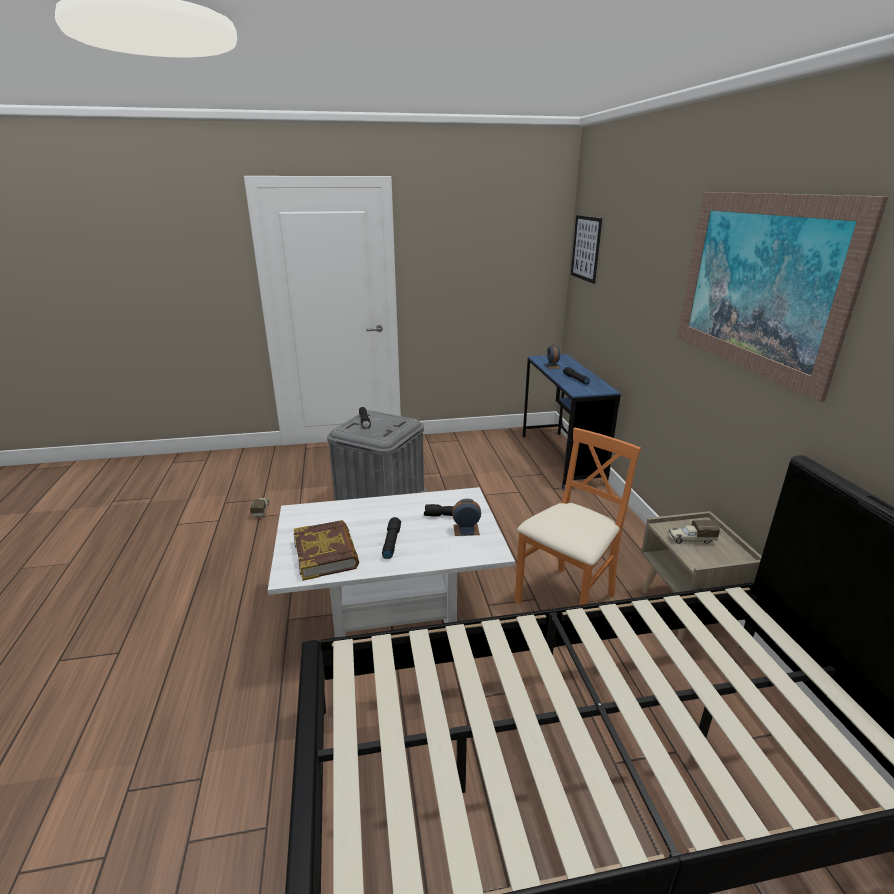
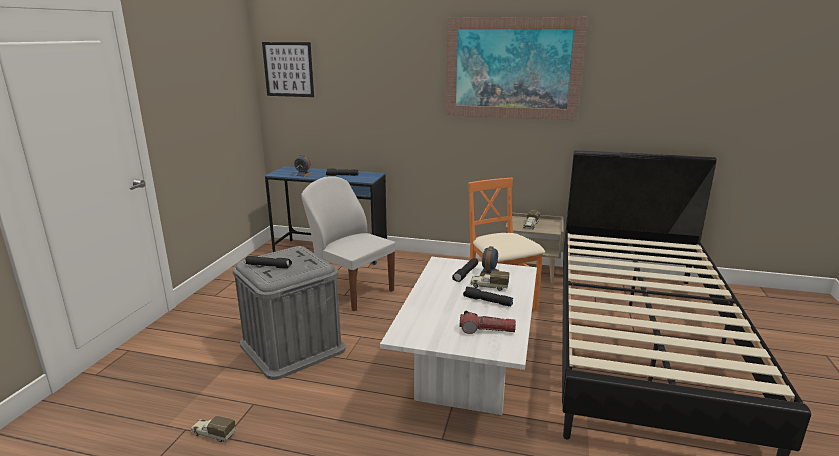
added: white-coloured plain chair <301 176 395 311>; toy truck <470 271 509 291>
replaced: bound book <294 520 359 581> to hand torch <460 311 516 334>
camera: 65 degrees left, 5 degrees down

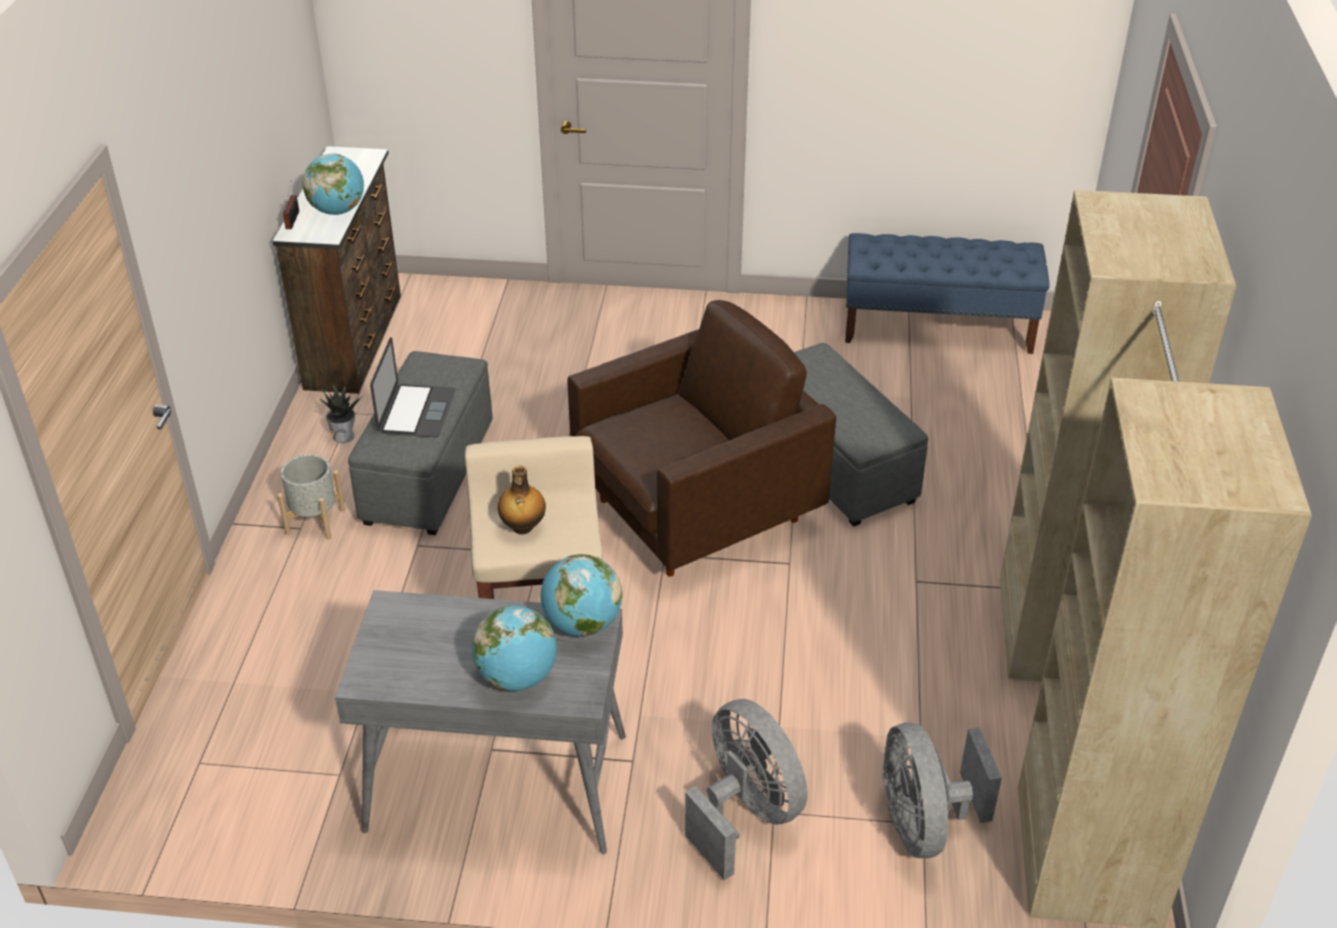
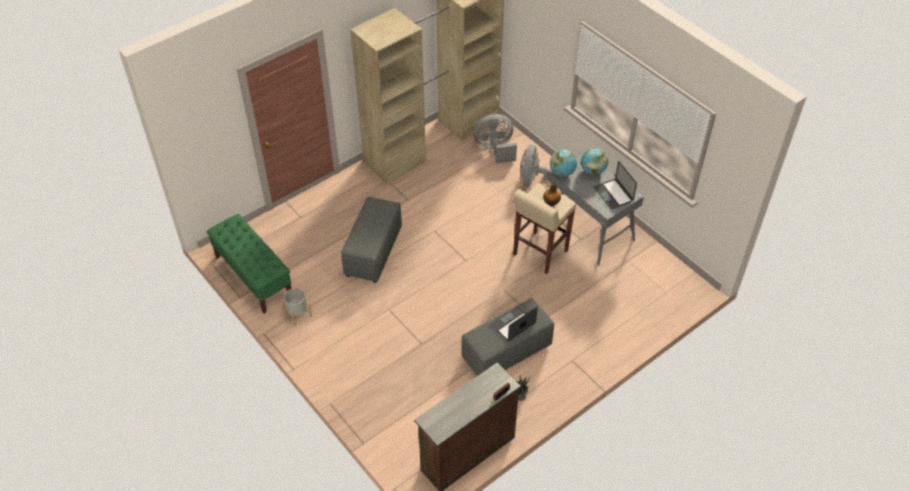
removed: globe <302 154 364 215>; brown lounge chair <568 300 836 577>
added: portable computer <594 161 637 210>
moved: greyish plant pot <277 454 345 540> to <281 288 312 326>
recoloured: blue indoor bench <845 233 1050 354> to greenish indoor bench <206 214 292 314>
turned: greyish fan <882 722 1002 858> = <473 114 517 163> 135 degrees counterclockwise
camera: 135 degrees left, 10 degrees up

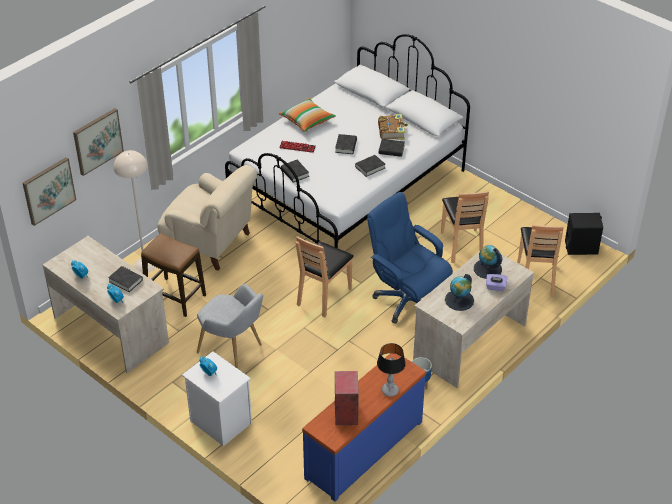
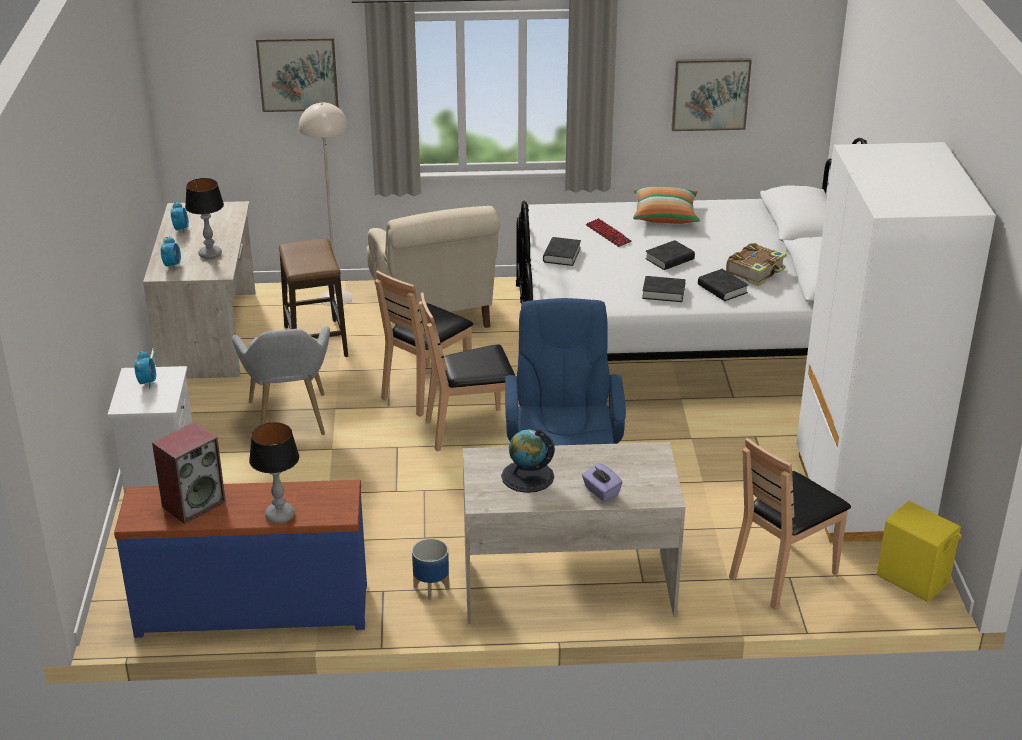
removed: globe <474 245 502 279>
added: white-coloured clothes cupboard <796 142 996 542>
moved: wall picture <23 157 76 226> to <671 58 752 131>; brown plain chair <441 191 489 263> to <375 270 473 417>
replaced: blackish bound book <108 266 143 292> to lamp for a table <185 178 224 259>
recoloured: blackish loudspeaker <565 213 603 255> to yellowish loudspeaker <877 501 962 602>
camera: 45 degrees right, 10 degrees down

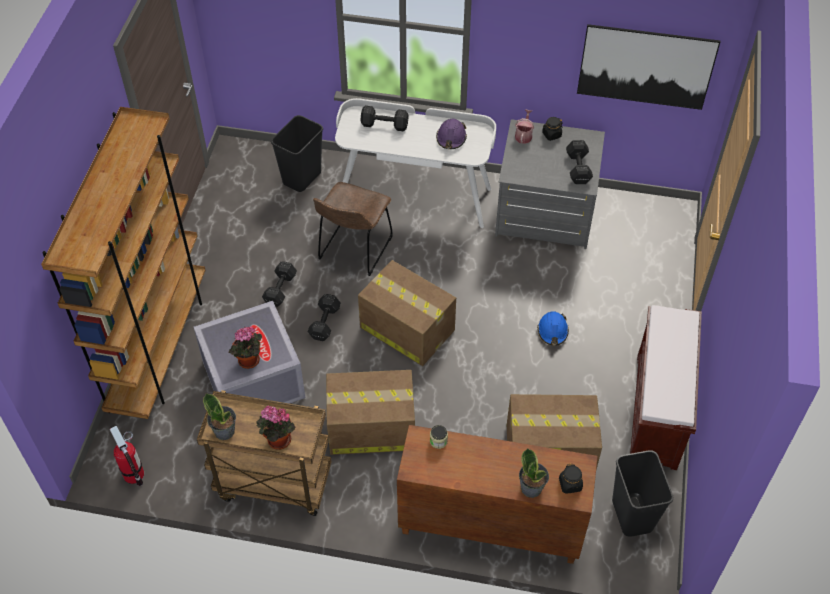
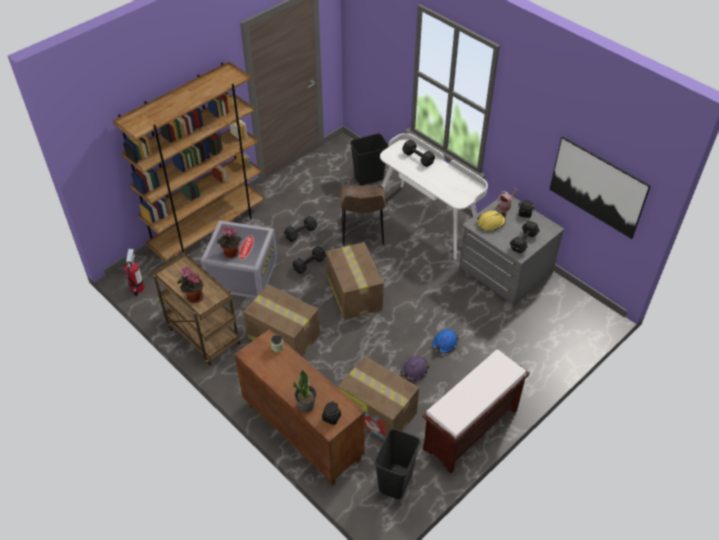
removed: potted plant <203 393 236 440>
added: yellowish safety helmet <477 211 507 231>
moved: purple-coloured safety helmet <436 118 467 149> to <401 356 430 381>
turned: brown plain chair <313 182 393 276> = <341 185 386 246> 60 degrees counterclockwise
camera: 35 degrees right, 5 degrees down

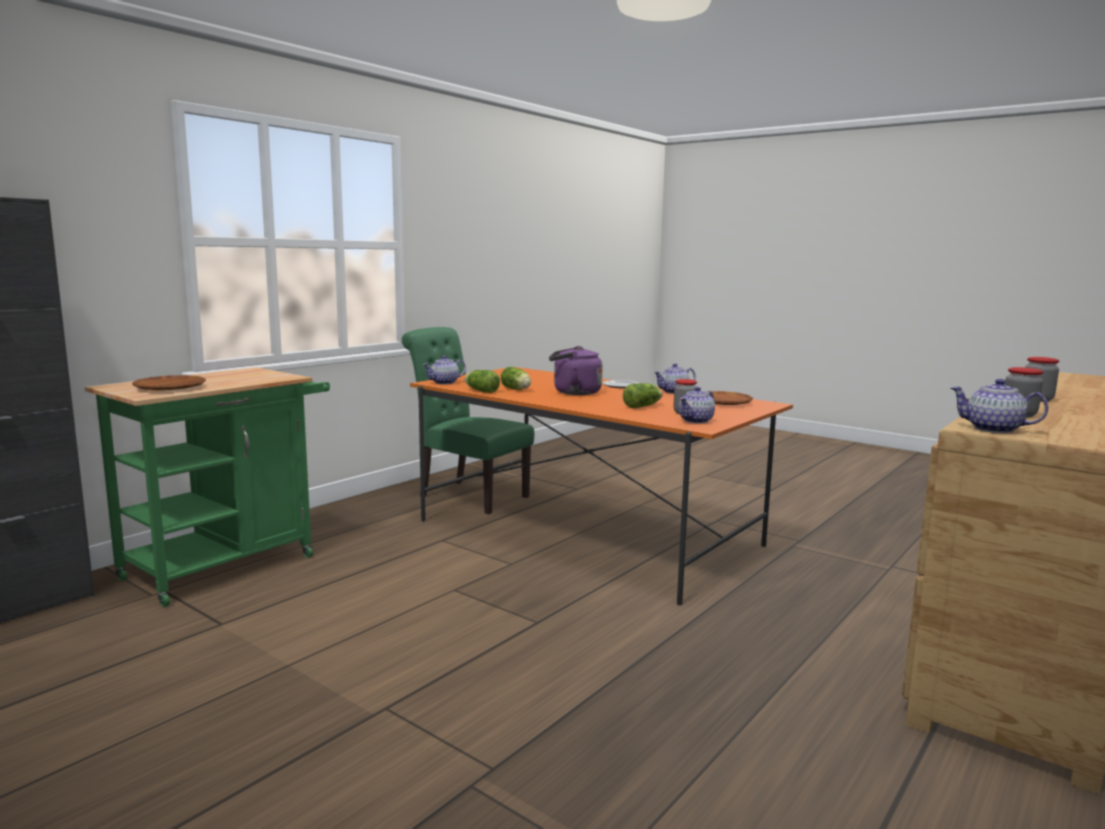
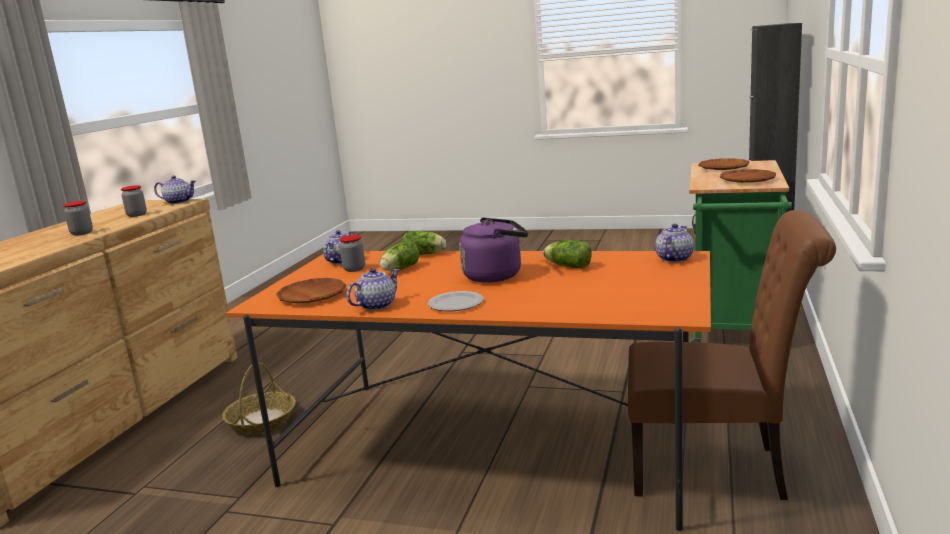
added: brown plate <720 169 776 183>; storage basket <222 362 296 434>
moved: lettuce <465 370 500 393> to <403 231 446 255>
recoloured: greenish plain chair <402 327 534 514> to brown plain chair <628 210 836 500>
camera: 160 degrees right, 5 degrees up

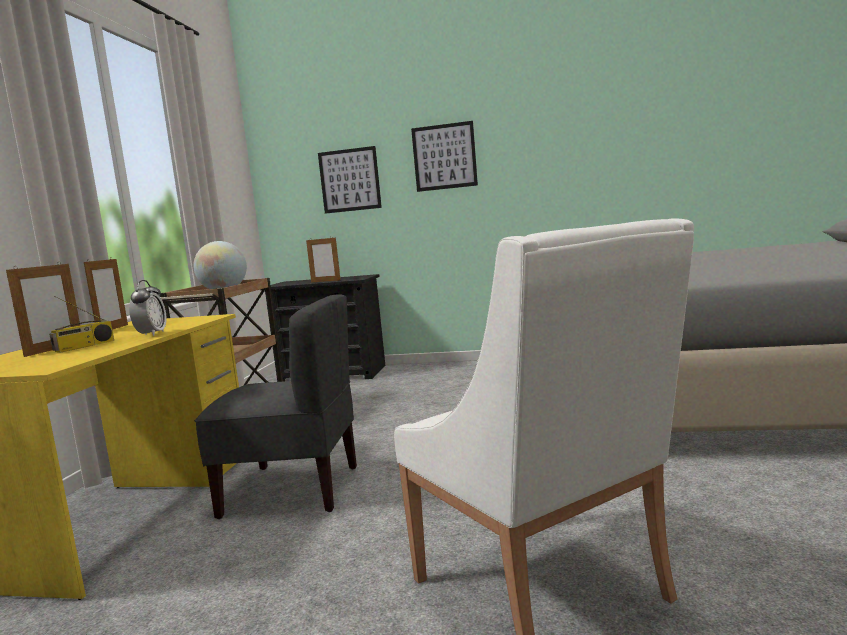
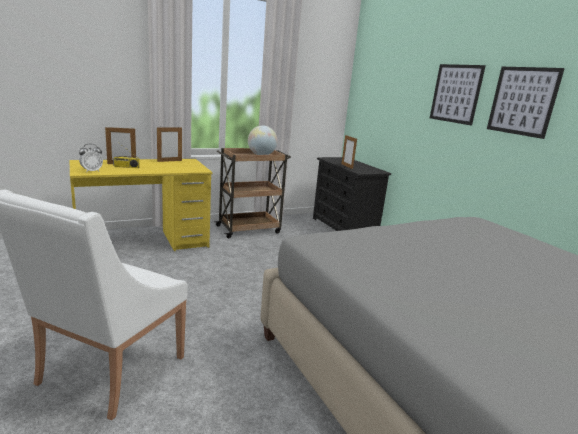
removed: greyish plain chair <195 294 357 519>
moved: wall picture <318 146 382 214> to <487 67 565 139>; alarm clock <129 280 167 336> to <79 144 103 173>
camera: 50 degrees right, 10 degrees up

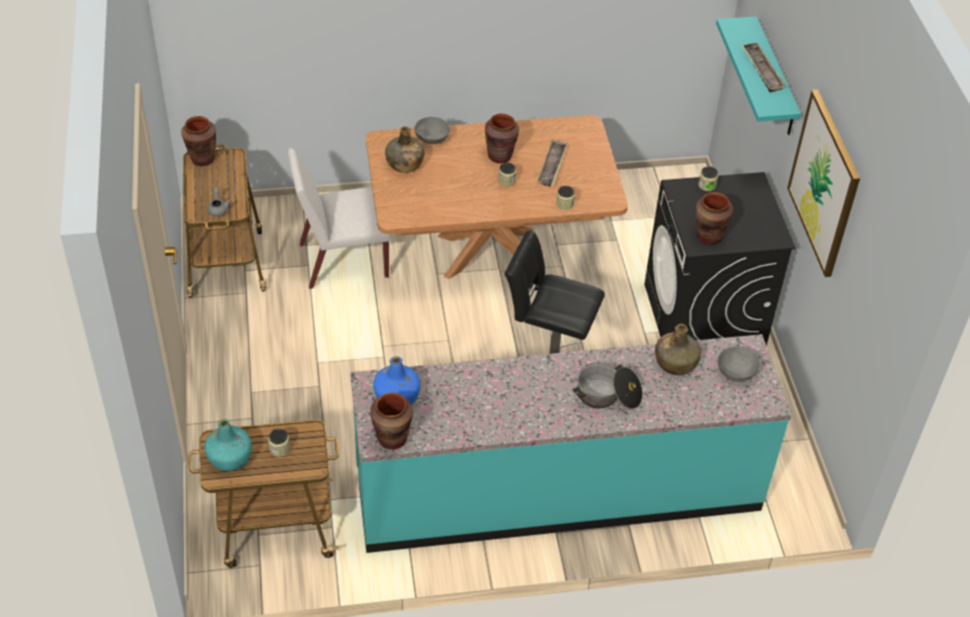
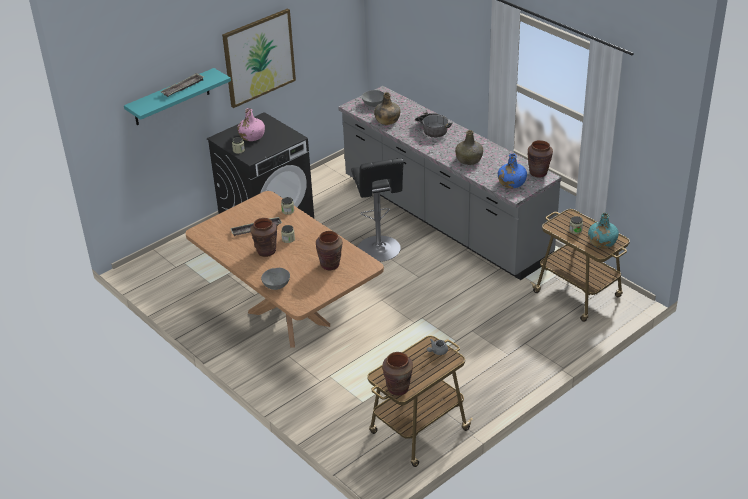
removed: white-coloured plain chair <288 148 391 289>
added: pink beverage bottle <237 108 265 141>
moved: greenish beverage bottle <385 126 425 173> to <455 130 483 165>; brown decorative vase <695 192 733 245> to <316 231 343 270>
recoloured: blue-green counter <350 334 792 553> to greyish counter <338 86 561 280>
camera: 120 degrees left, 10 degrees down

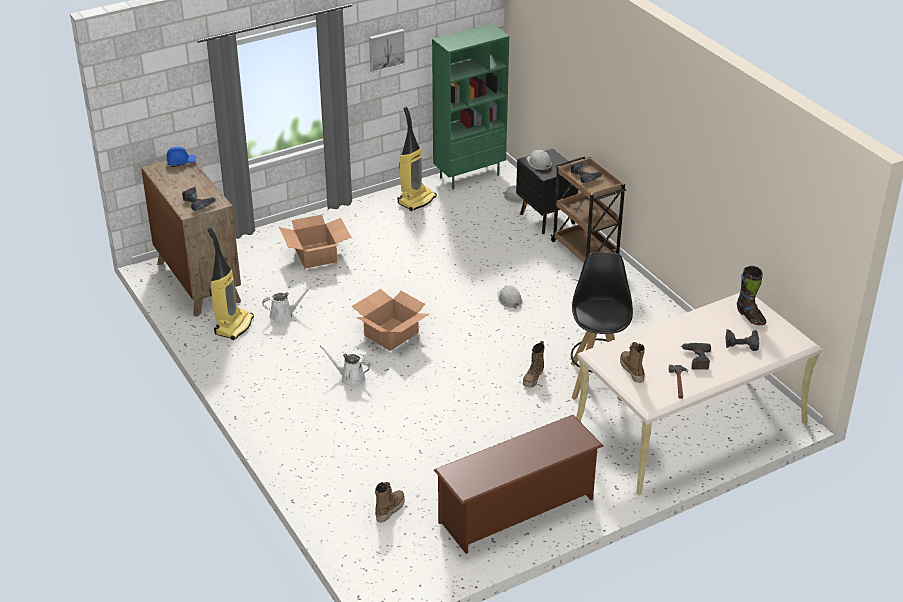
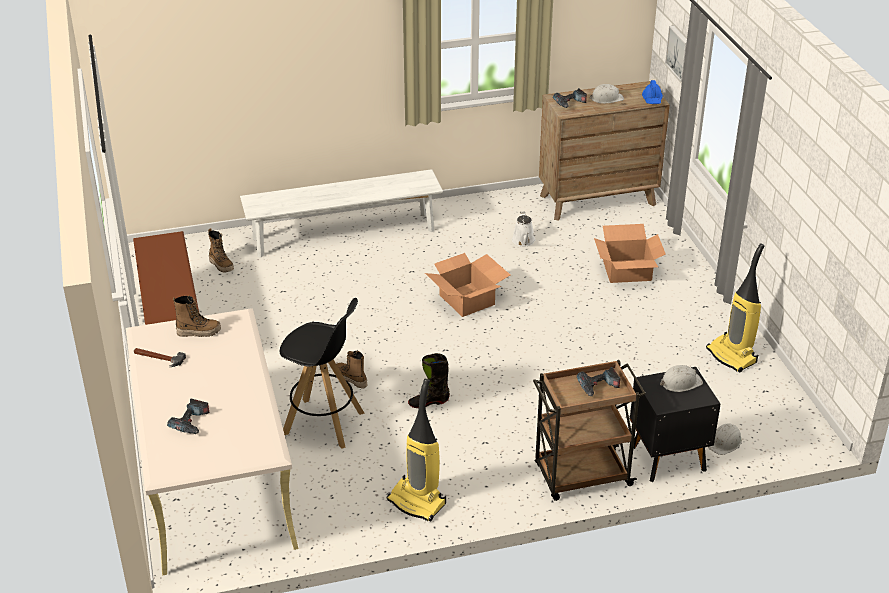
removed: greenish bookshelf <432 24 509 189>; drill <681 343 711 370>; white-coloured sprinkling can <320 346 371 387>
added: white-coloured indoor bench <240 169 443 258>
moved: wall picture <369 29 405 73> to <665 26 687 82>; hoover <207 227 254 340> to <387 379 446 521>; blackish boot <737 266 766 325> to <408 353 450 408>; white-coloured safety helmet <497 285 523 309> to <590 84 624 103>
camera: 105 degrees right, 0 degrees up

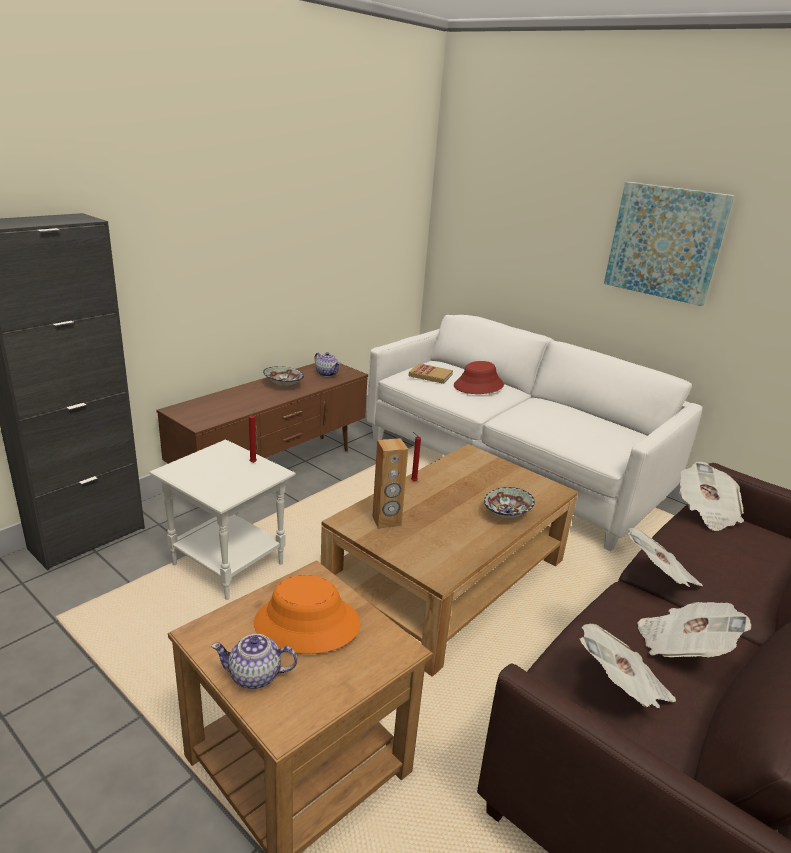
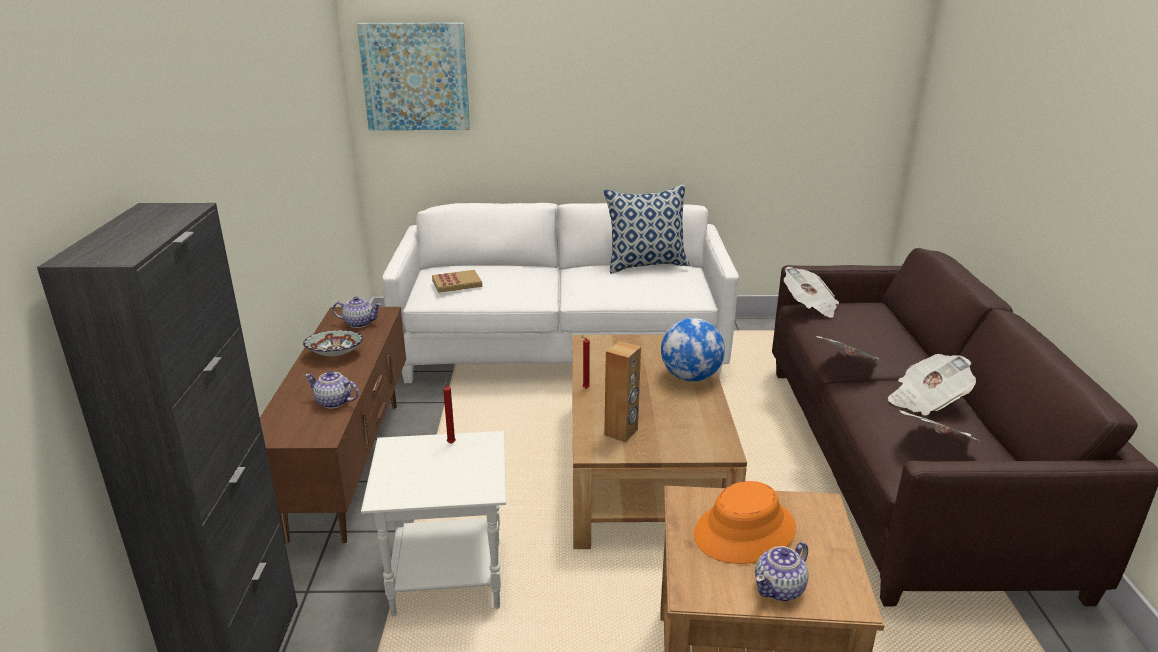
removed: red-coloured clothing hat <454 361 504 394>
added: cushion <604 184 690 274>; tea pot <305 371 359 409>
moved: wall picture <604 182 735 306> to <357 23 470 130>
replaced: serving bowl <484 487 535 518> to globe <661 318 725 381>
camera: 40 degrees left, 0 degrees up

